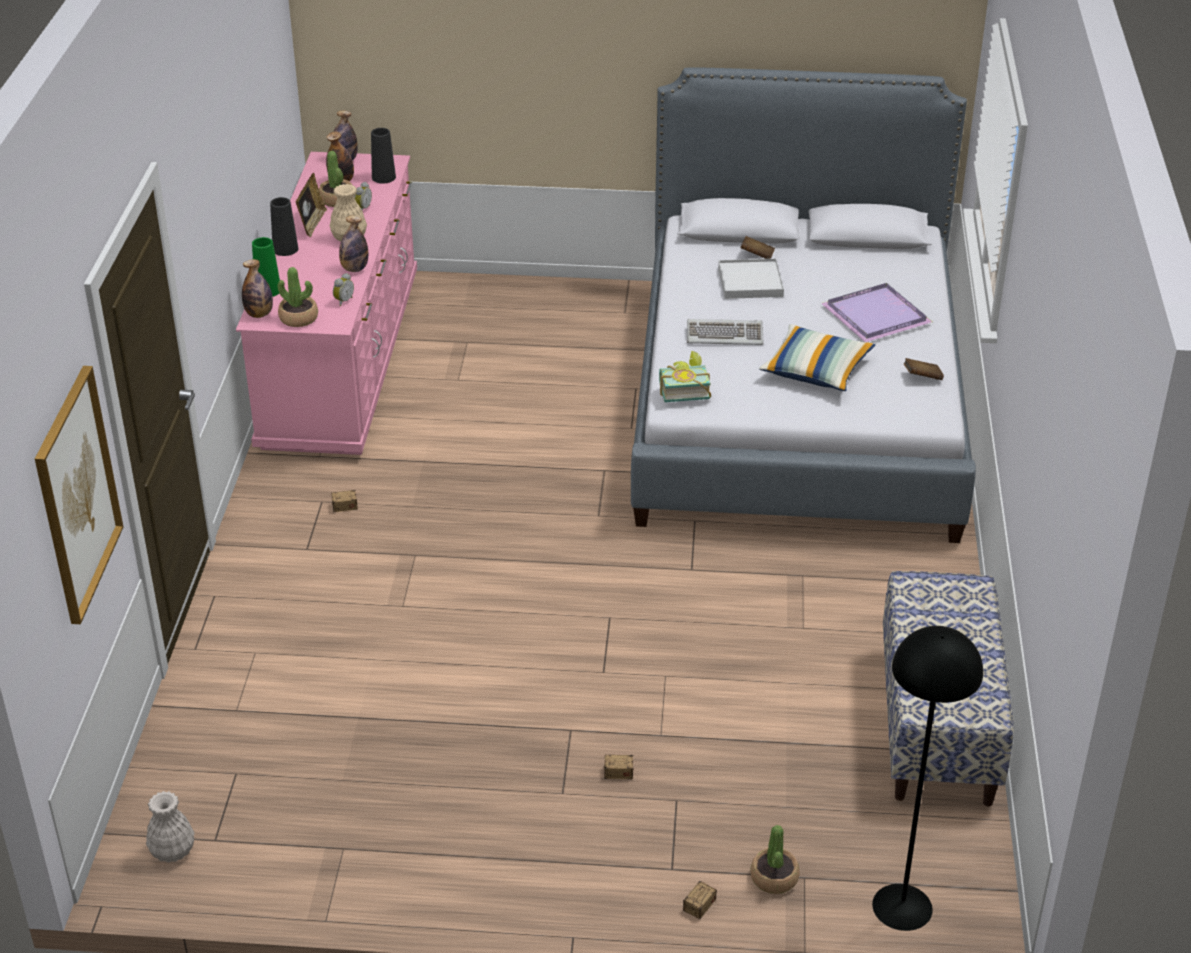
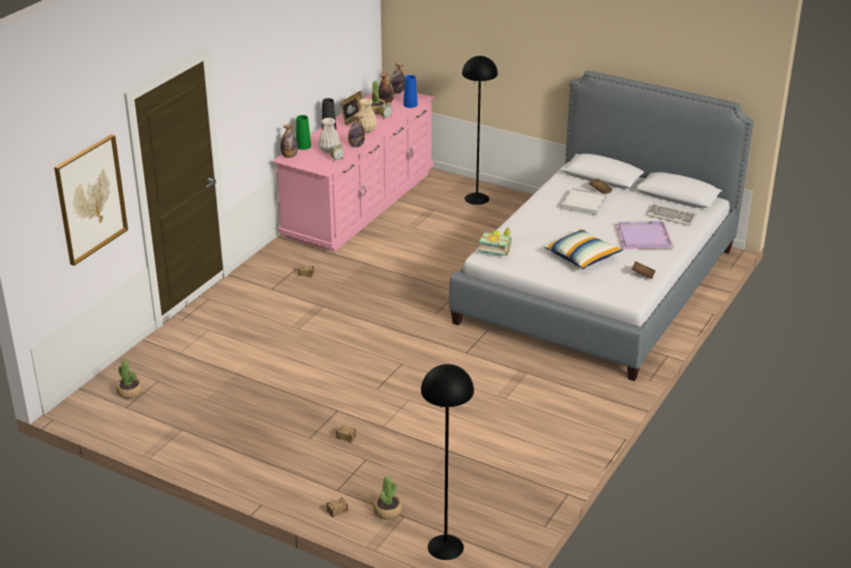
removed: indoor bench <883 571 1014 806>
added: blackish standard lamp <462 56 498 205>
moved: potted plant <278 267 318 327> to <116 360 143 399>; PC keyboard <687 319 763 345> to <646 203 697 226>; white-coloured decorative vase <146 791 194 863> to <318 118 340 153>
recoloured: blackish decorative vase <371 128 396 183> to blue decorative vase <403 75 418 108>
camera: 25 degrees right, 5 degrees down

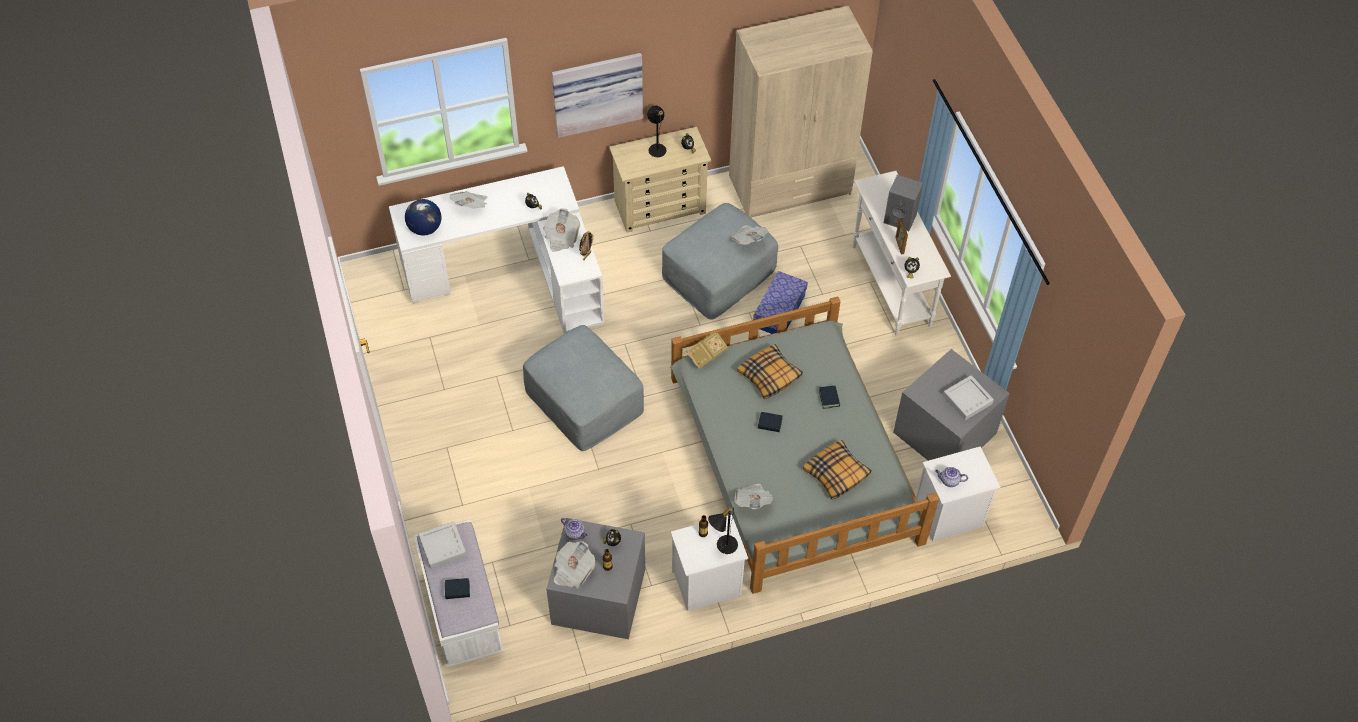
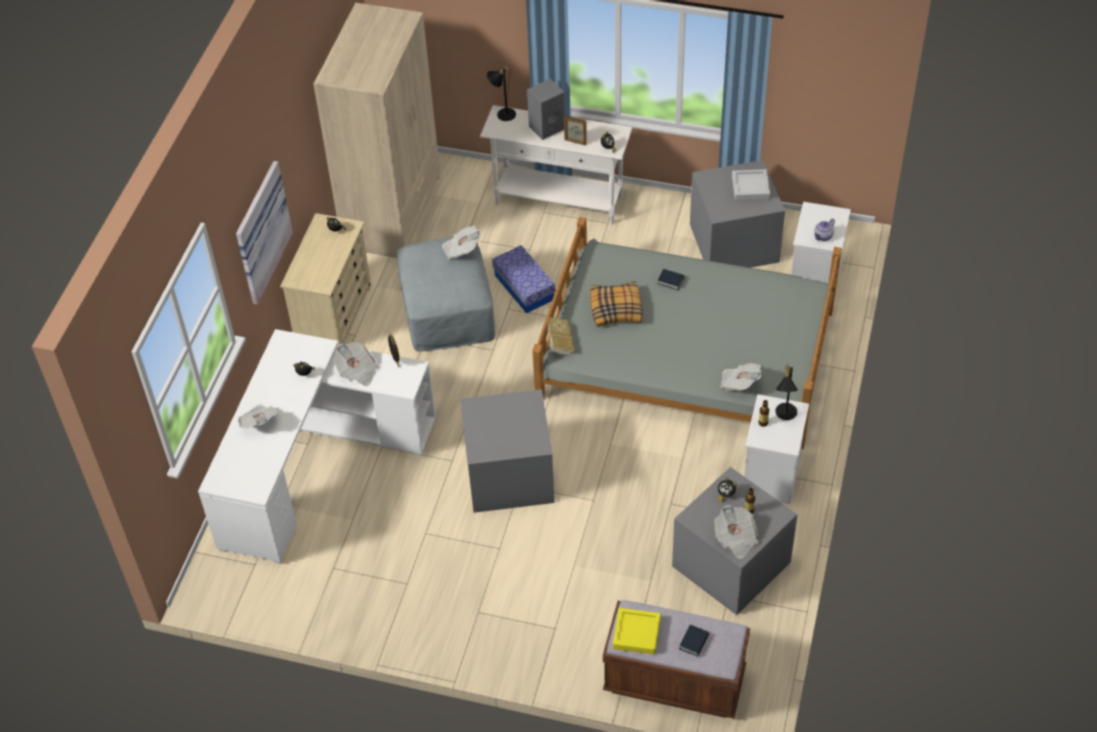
removed: globe <405 199 442 236>; bound book <758 412 783 432>; cushion <803 440 871 499>; tea pot <561 518 588 540>
moved: blackish lamp for a table <647 105 666 157> to <487 66 516 121>
replaced: greyish ottoman <523 325 644 451> to greyish storage bin <460 389 554 513>
recoloured: white-coloured indoor bench <414 520 504 668> to brown indoor bench <603 600 750 718>; greyish serving tray <418 521 467 569> to yellowish serving tray <613 608 661 654>
camera: 55 degrees left, 5 degrees down

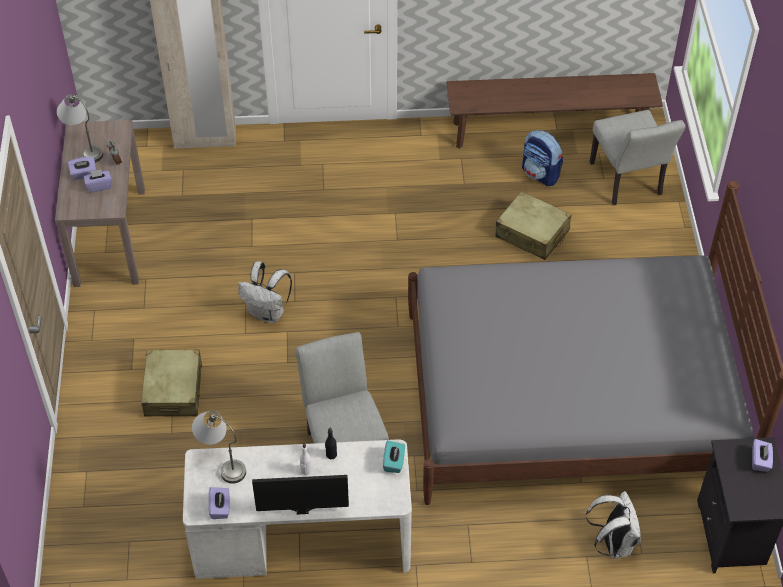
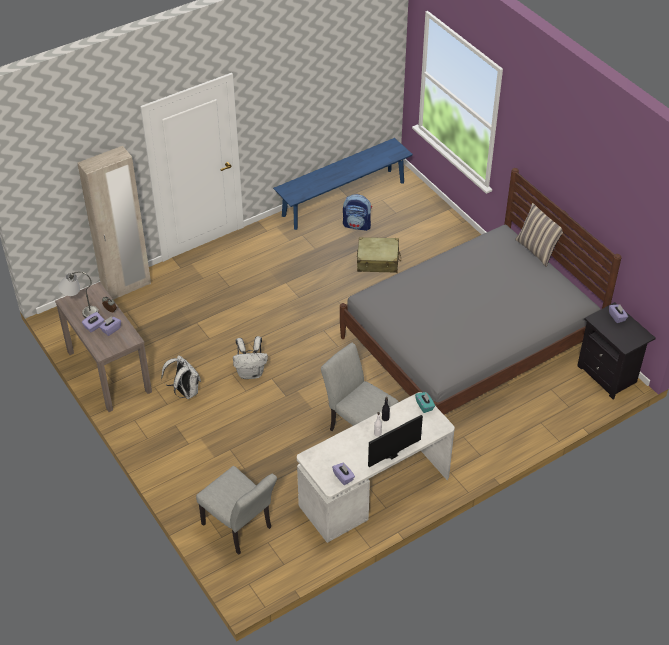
removed: beige-coloured travel case <141 350 202 417>; greyish lamp for a table <192 411 246 484>
added: cushion <515 203 563 267>
moved: greyish plain chair <590 110 686 205> to <196 466 277 555>; white-coloured backpack <586 491 641 559> to <161 355 201 399>
recoloured: brown indoor bench <446 73 663 149> to blue indoor bench <273 138 413 230>
camera: 30 degrees left, 5 degrees down

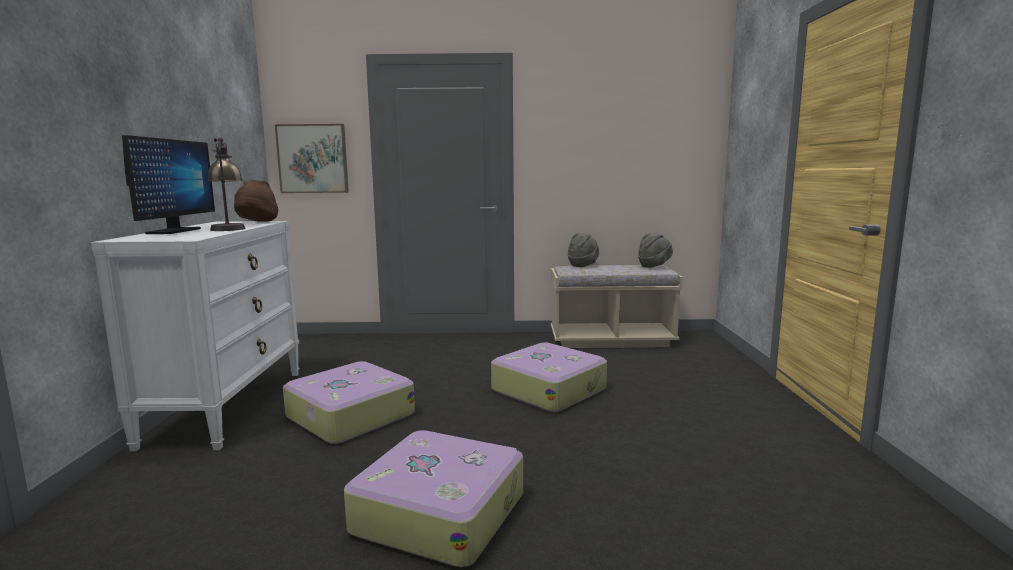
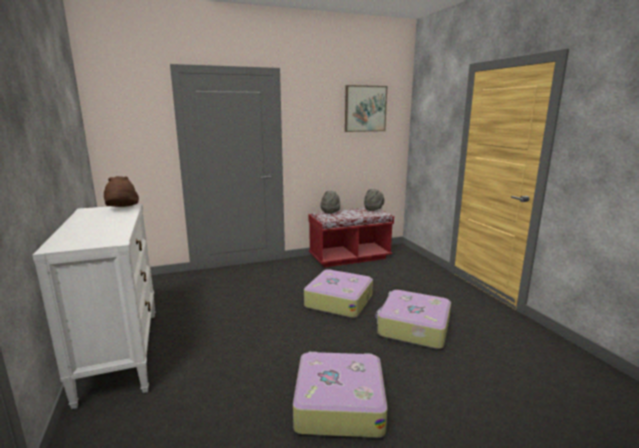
removed: computer display <122 135 215 234>; lamp for a table <208 138 246 231>
moved: wall picture <275 124 349 193> to <345 85 387 132>; travel case <283 361 415 444> to <375 290 451 349>
recoloured: beige-coloured indoor bench <551 265 683 348> to red-coloured indoor bench <308 208 394 267>
camera: 20 degrees left, 5 degrees up

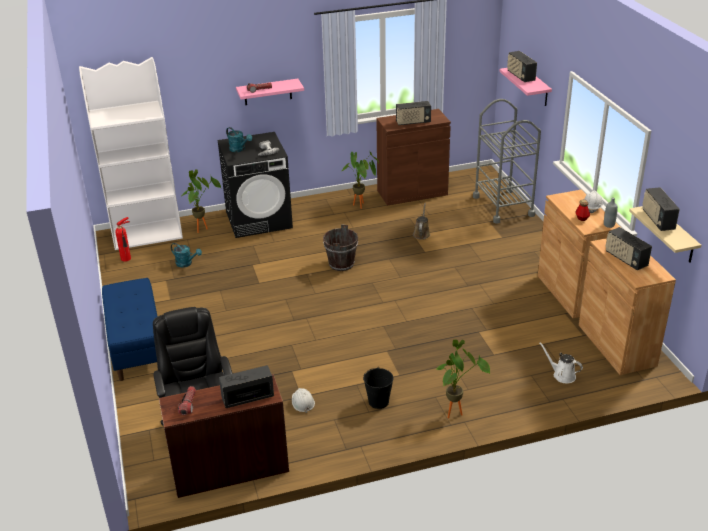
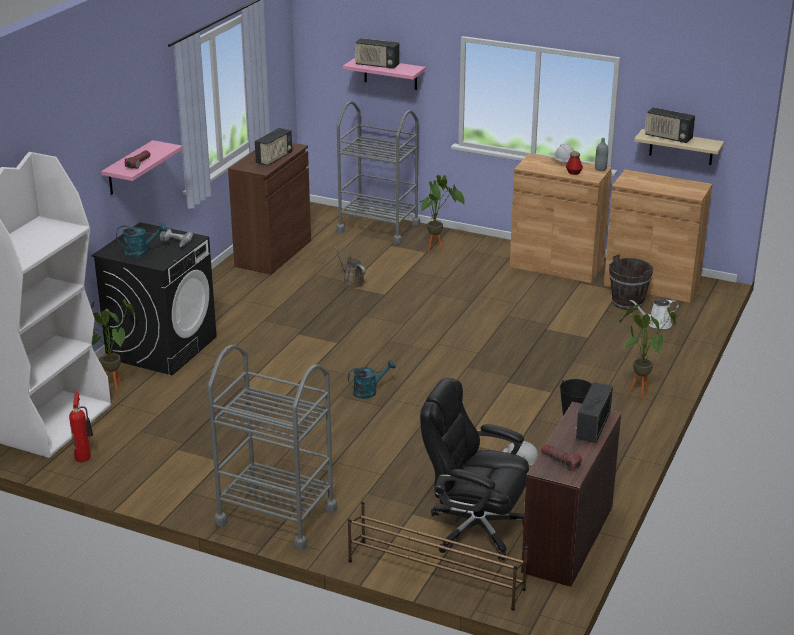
removed: radio <606 227 652 270>
added: brown shoe stand <348 501 528 611>
moved: potted plant <342 152 379 209> to <420 175 465 252>; brown pail <323 224 358 271> to <609 254 653 310>; blue-green sprinkling can <171 243 202 267> to <348 360 396 399>
replaced: blue indoor bench <102 278 158 381> to greyish cart <208 345 337 550>
camera: 50 degrees left, 5 degrees down

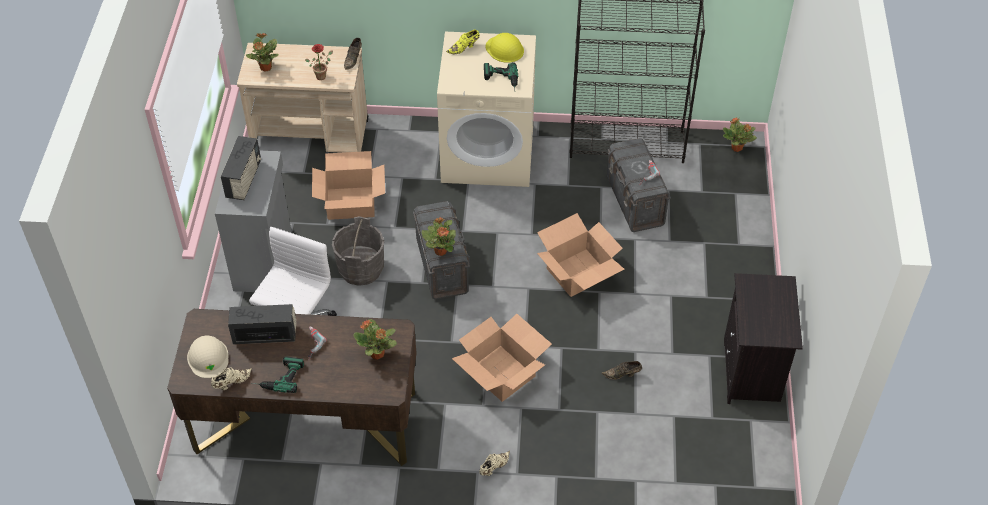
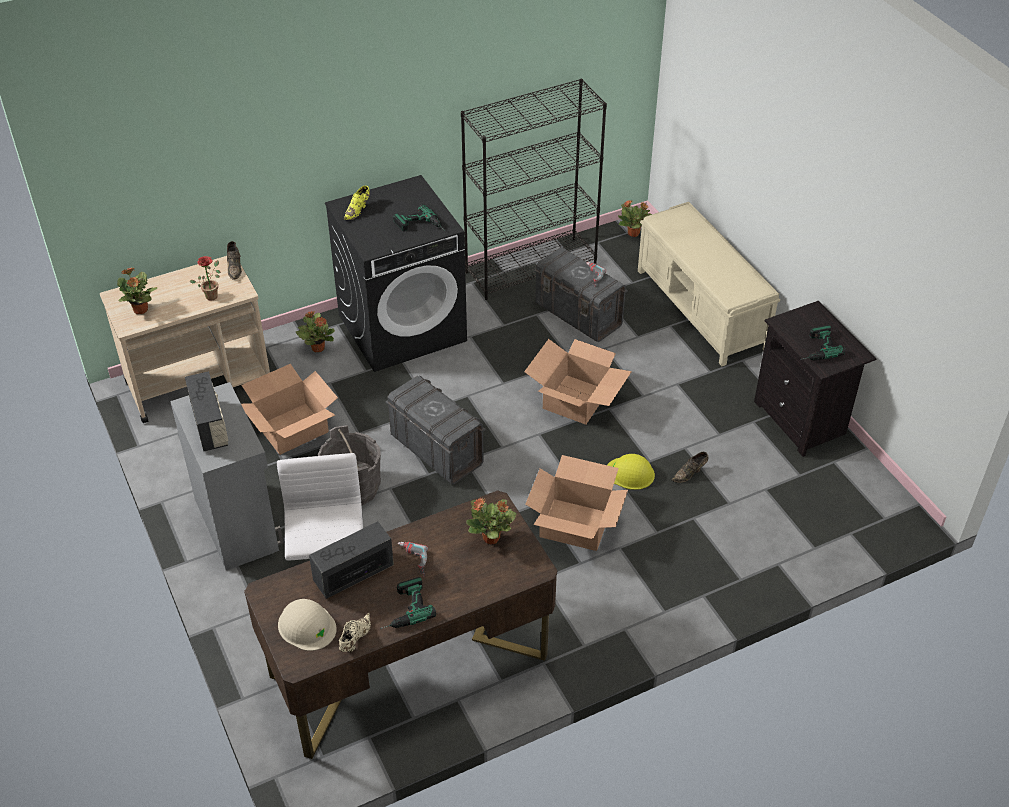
removed: beige-coloured low shoe <479 451 510 476>
added: beige-coloured indoor bench <638 202 780 366>; drill <800 325 846 360>
moved: yellowish safety helmet <485 33 524 63> to <607 454 655 490>; potted plant <421 217 456 256> to <296 311 335 353>
recoloured: beige-coloured laundry machine <437 32 536 187> to blackish laundry machine <325 175 467 372>
camera: 30 degrees left, 5 degrees down

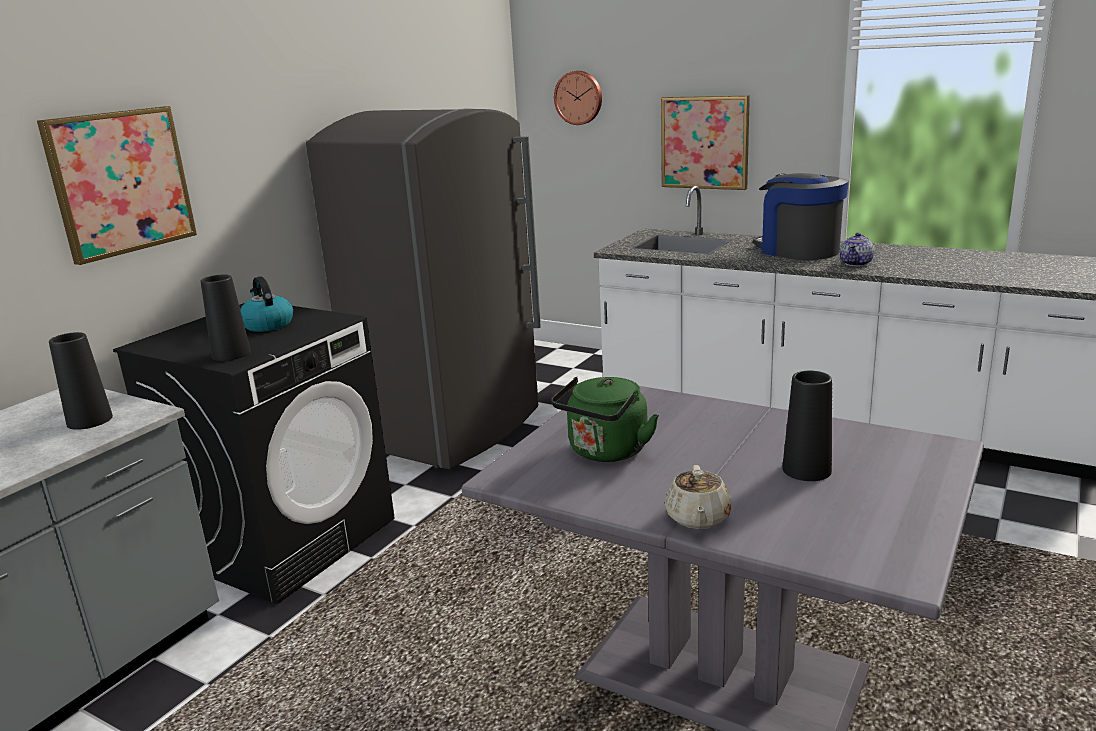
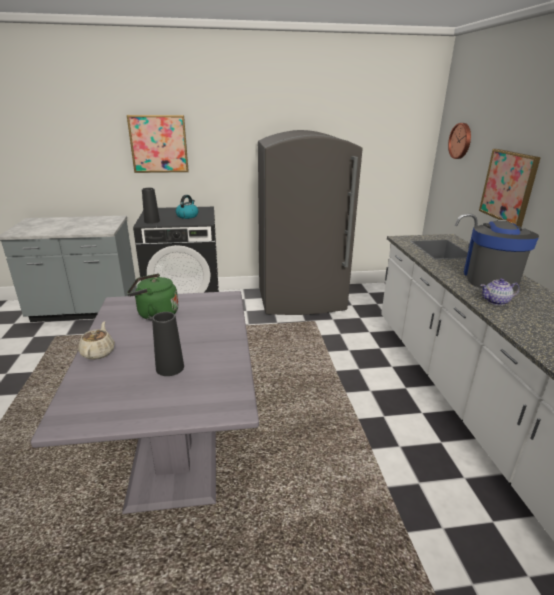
removed: blackish decorative vase <49 332 113 430>
turned: beige-coloured tea pot <665 465 732 529> = <78 321 115 360> 120 degrees clockwise
camera: 50 degrees right, 5 degrees up

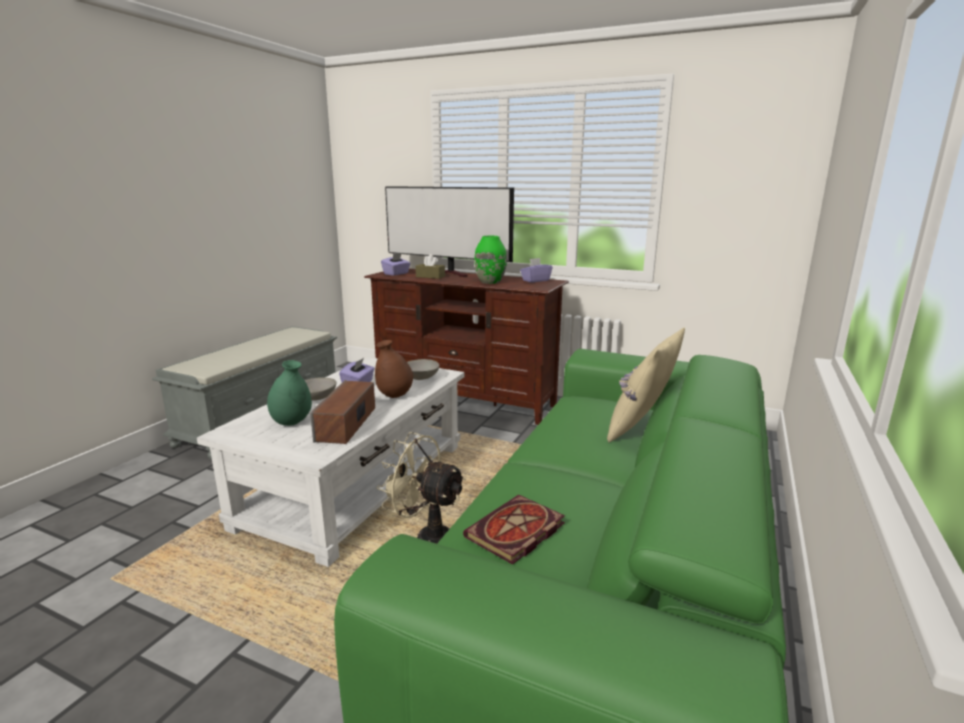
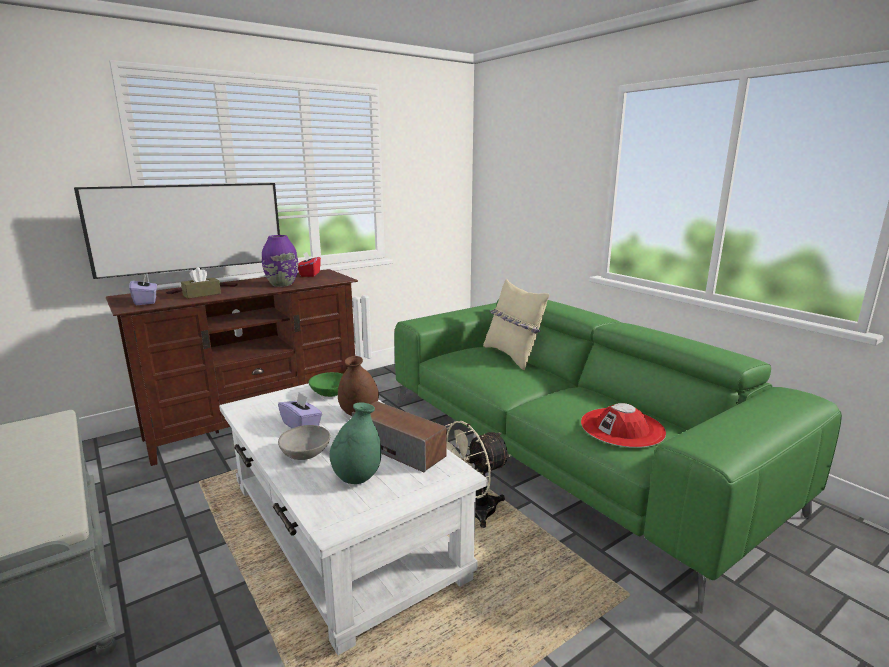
replaced: bound book <463 494 565 565> to red-coloured clothing hat <581 403 666 448>
recoloured: greenish decorative vase <474 236 507 284> to purple-coloured decorative vase <262 235 298 287>; purple-coloured tissue box <520 258 553 282> to red-coloured tissue box <298 252 321 277>; greyish serving bowl <407 359 440 380> to greenish serving bowl <308 372 343 397>
camera: 60 degrees left, 0 degrees up

